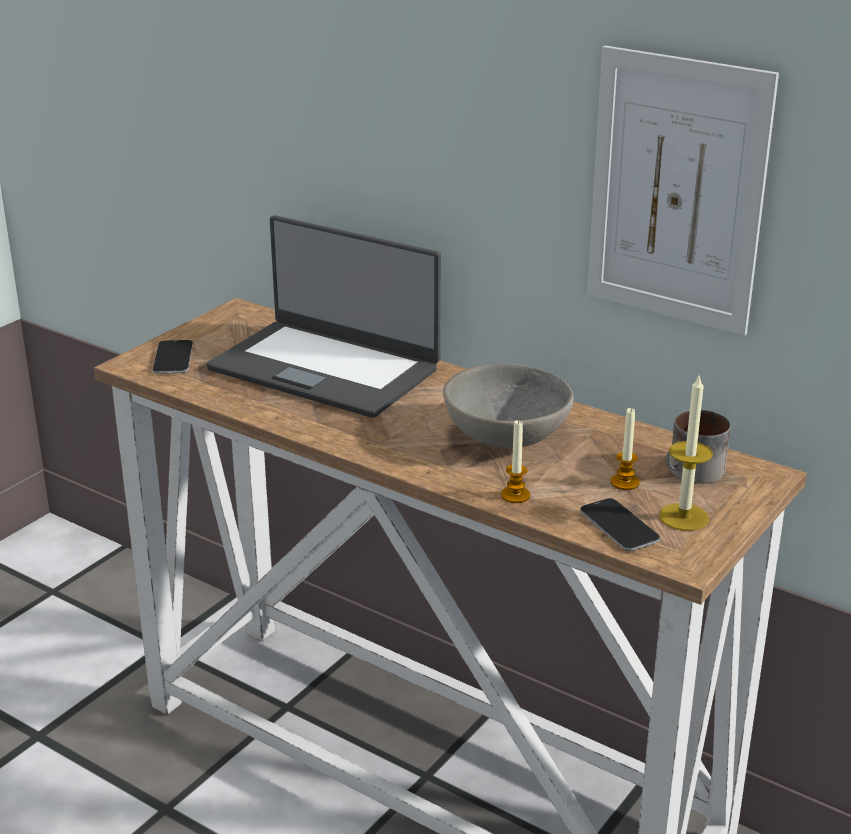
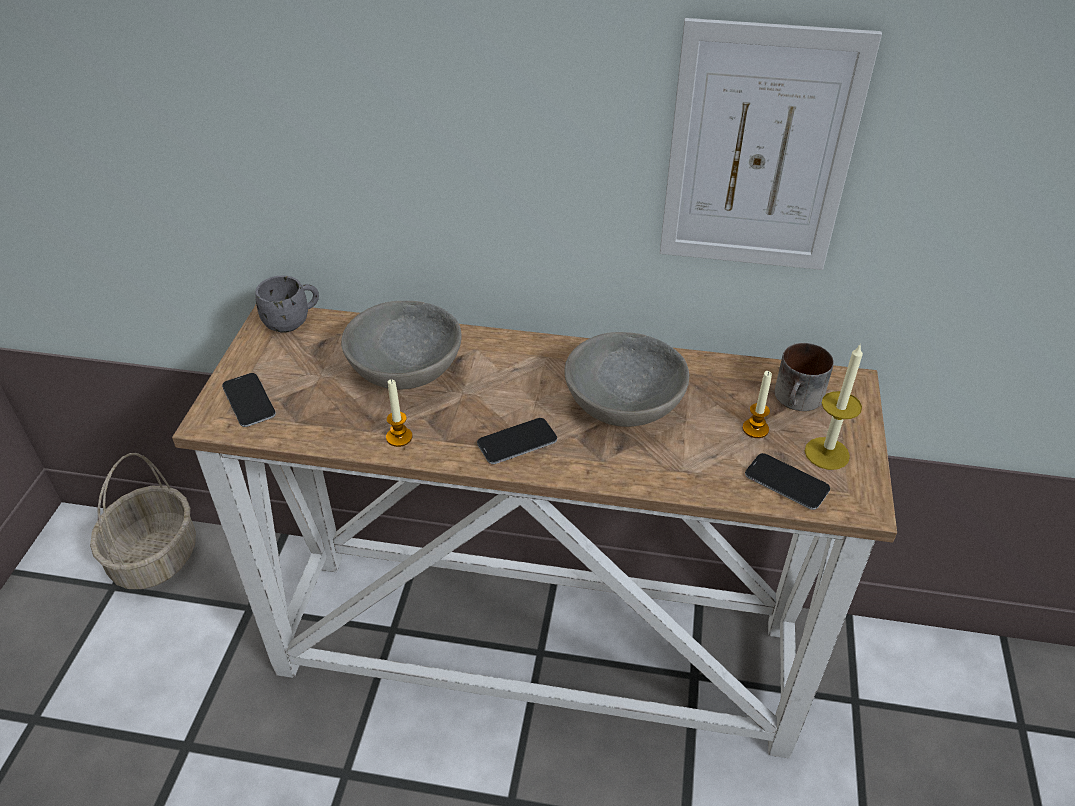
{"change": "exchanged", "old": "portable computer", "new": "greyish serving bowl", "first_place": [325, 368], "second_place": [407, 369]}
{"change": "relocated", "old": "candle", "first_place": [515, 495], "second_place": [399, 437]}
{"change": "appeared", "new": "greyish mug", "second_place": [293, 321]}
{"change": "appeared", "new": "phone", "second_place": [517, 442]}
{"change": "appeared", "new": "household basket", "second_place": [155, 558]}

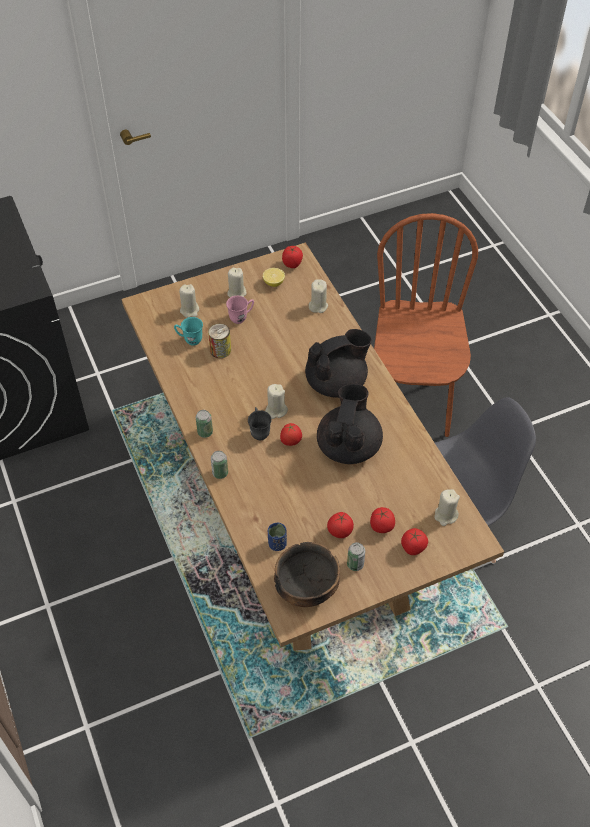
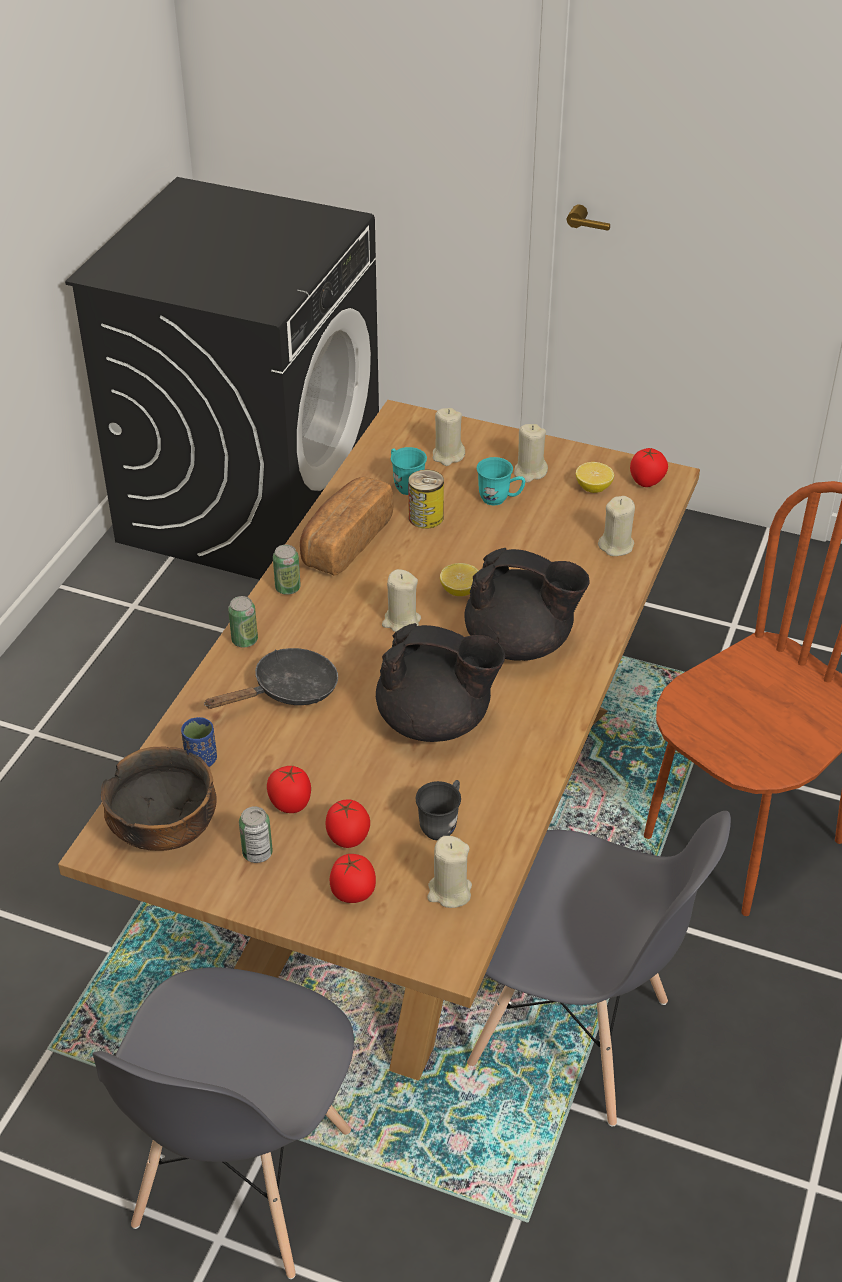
{"change": "colour", "old": "pink-coloured mug", "new": "turquoise-coloured mug", "first_place": [241, 317], "second_place": [500, 499]}
{"change": "spun", "old": "blackish tea pot", "first_place": [348, 446], "second_place": [435, 721], "degrees": 45}
{"change": "relocated", "old": "greyish mug", "first_place": [259, 431], "second_place": [442, 824]}
{"change": "missing", "old": "whole tomato", "first_place": [291, 442]}
{"change": "appeared", "new": "baked bread", "second_place": [345, 542]}
{"change": "appeared", "new": "whole lemon", "second_place": [460, 591]}
{"change": "appeared", "new": "blackish skillet", "second_place": [288, 691]}
{"change": "appeared", "new": "greyish plain chair", "second_place": [242, 1180]}

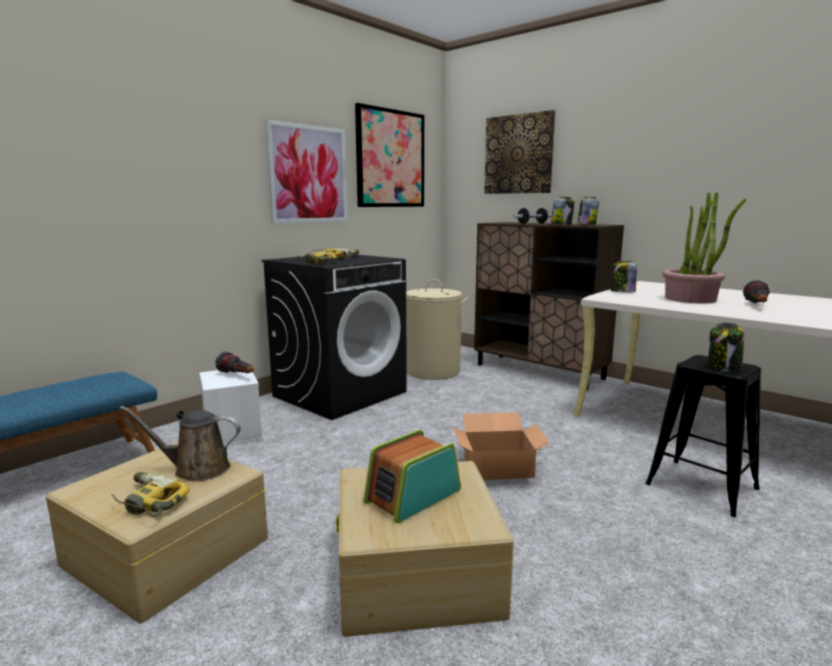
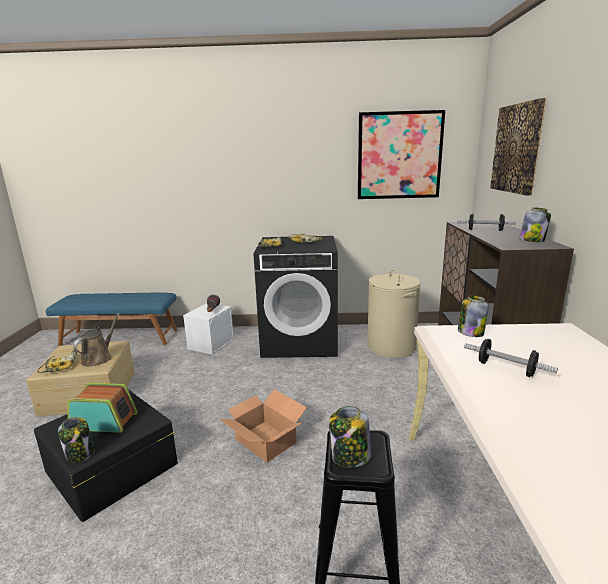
{"change": "missing", "old": "wall art", "first_place": [309, 174]}
{"change": "exchanged", "old": "potted plant", "new": "dumbbell", "first_place": [691, 299], "second_place": [506, 369]}
{"change": "relocated", "old": "storage jar", "first_place": [561, 224], "second_place": [80, 454]}
{"change": "missing", "old": "flashlight", "first_place": [757, 306]}
{"change": "spun", "old": "brown-coloured sprinkling can", "first_place": [196, 469], "second_place": [98, 358], "degrees": 60}
{"change": "colour", "old": "beige-coloured storage box", "new": "blackish storage box", "first_place": [416, 573], "second_place": [110, 467]}

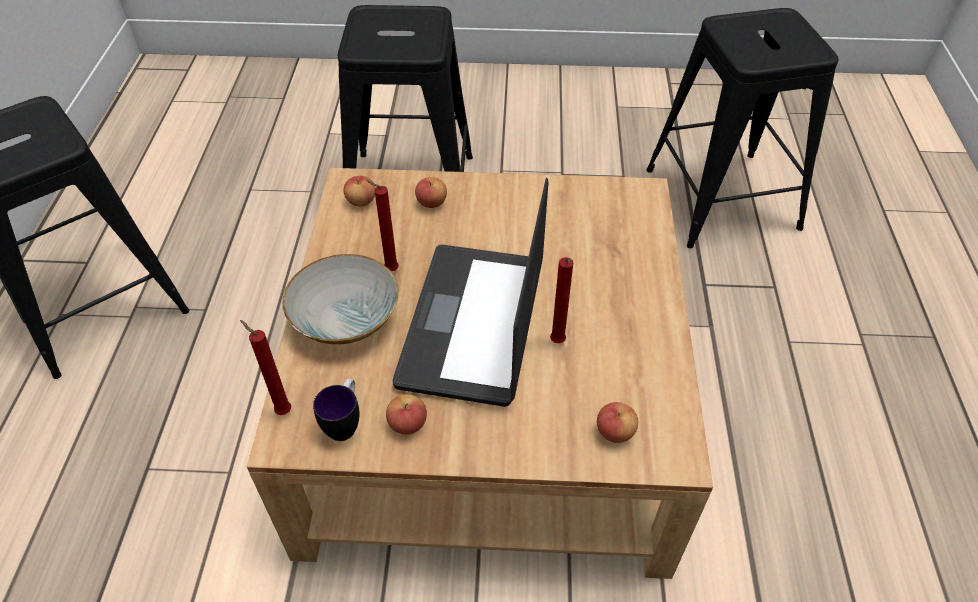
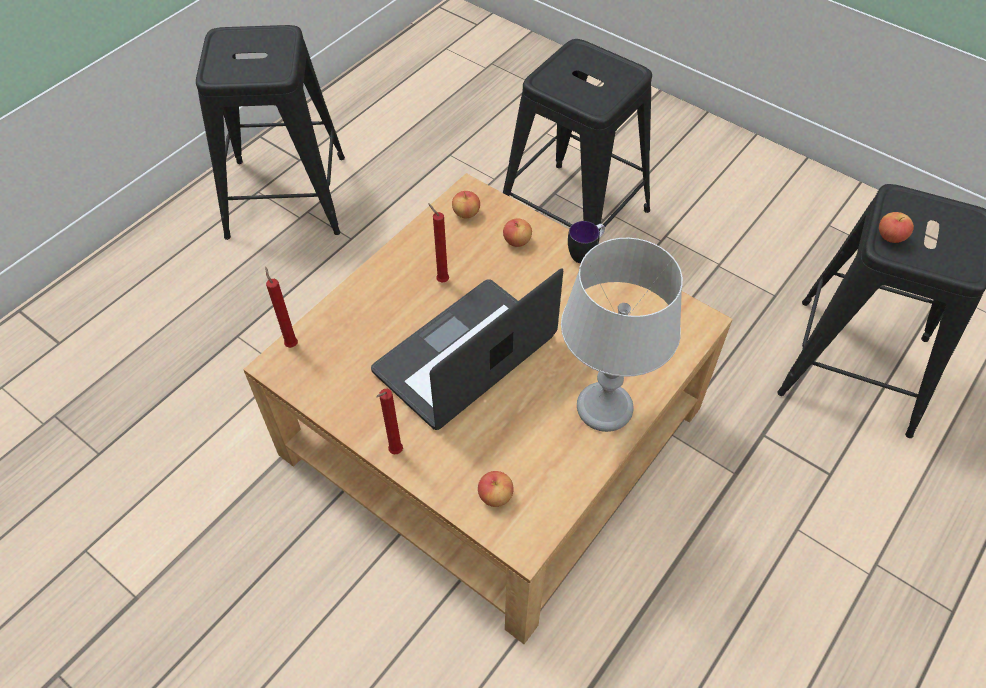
{"change": "missing", "old": "serving bowl", "first_place": [344, 319]}
{"change": "relocated", "old": "red candle", "first_place": [557, 343], "second_place": [394, 452]}
{"change": "relocated", "old": "mug", "first_place": [345, 423], "second_place": [585, 253]}
{"change": "relocated", "old": "whole apple", "first_place": [407, 424], "second_place": [890, 237]}
{"change": "appeared", "new": "greyish lamp for a table", "second_place": [605, 408]}

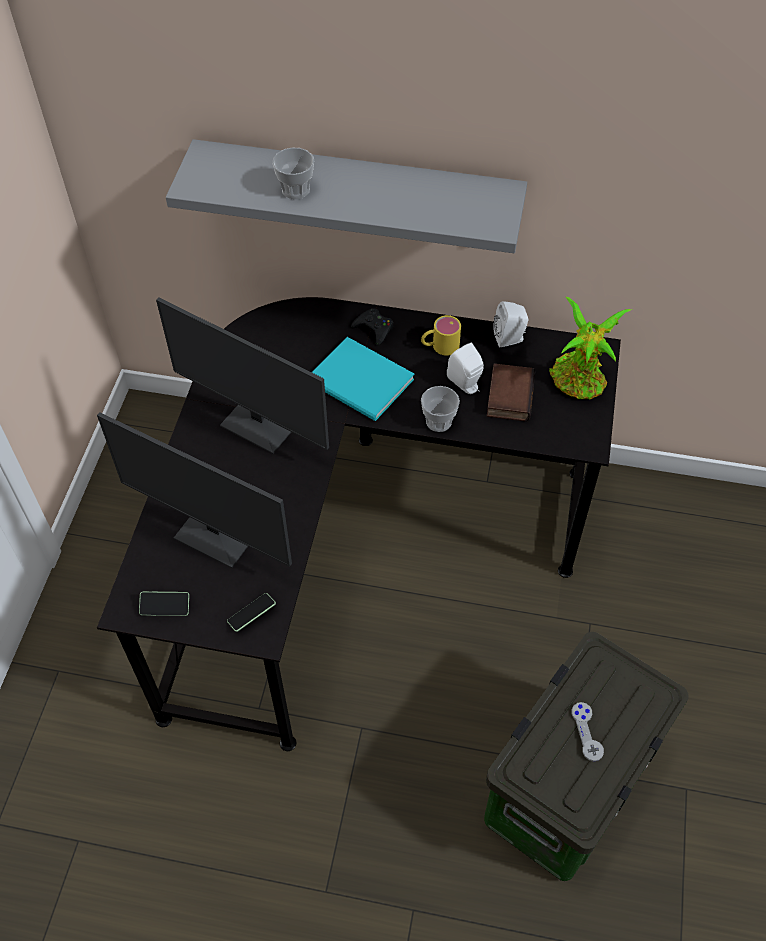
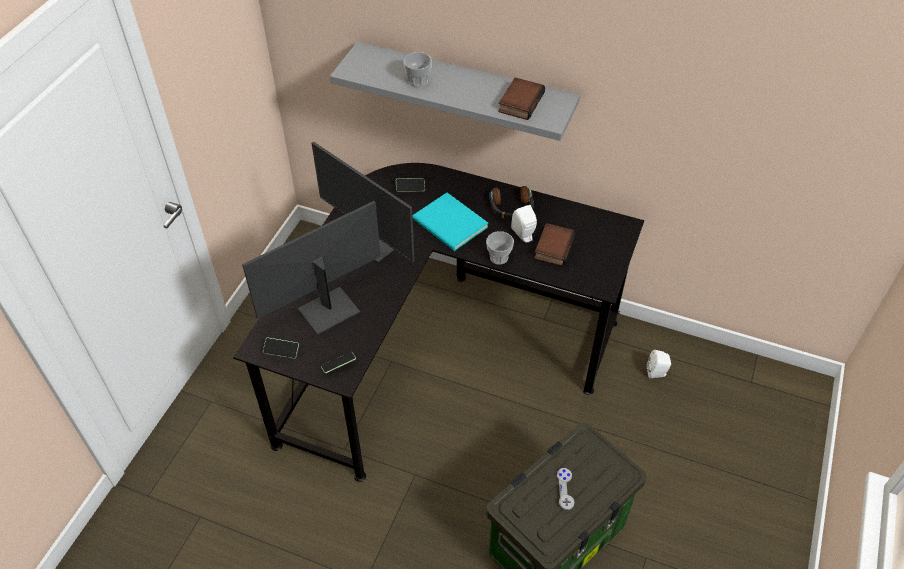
{"change": "missing", "old": "potted plant", "first_place": [579, 382]}
{"change": "relocated", "old": "white-coloured speaker", "first_place": [510, 339], "second_place": [657, 373]}
{"change": "missing", "old": "blackish game controller", "first_place": [374, 329]}
{"change": "exchanged", "old": "yellow mug", "new": "headset", "first_place": [439, 346], "second_place": [511, 207]}
{"change": "spun", "old": "computer display", "first_place": [217, 534], "second_place": [327, 309], "degrees": 105}
{"change": "appeared", "new": "volume", "second_place": [520, 102]}
{"change": "appeared", "new": "phone", "second_place": [410, 188]}

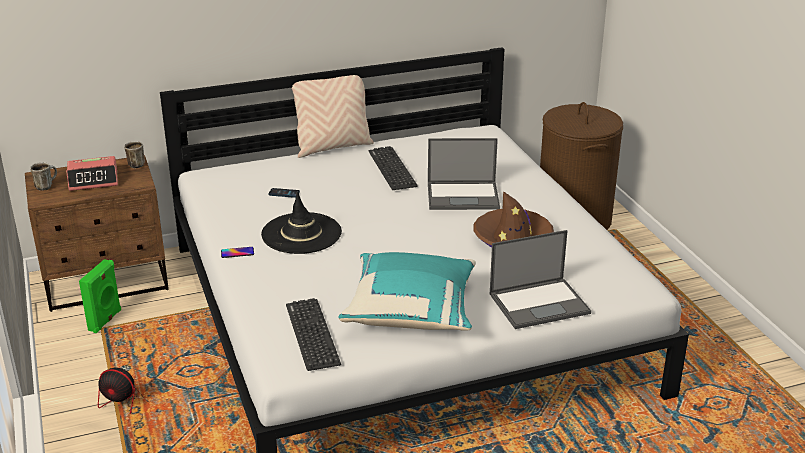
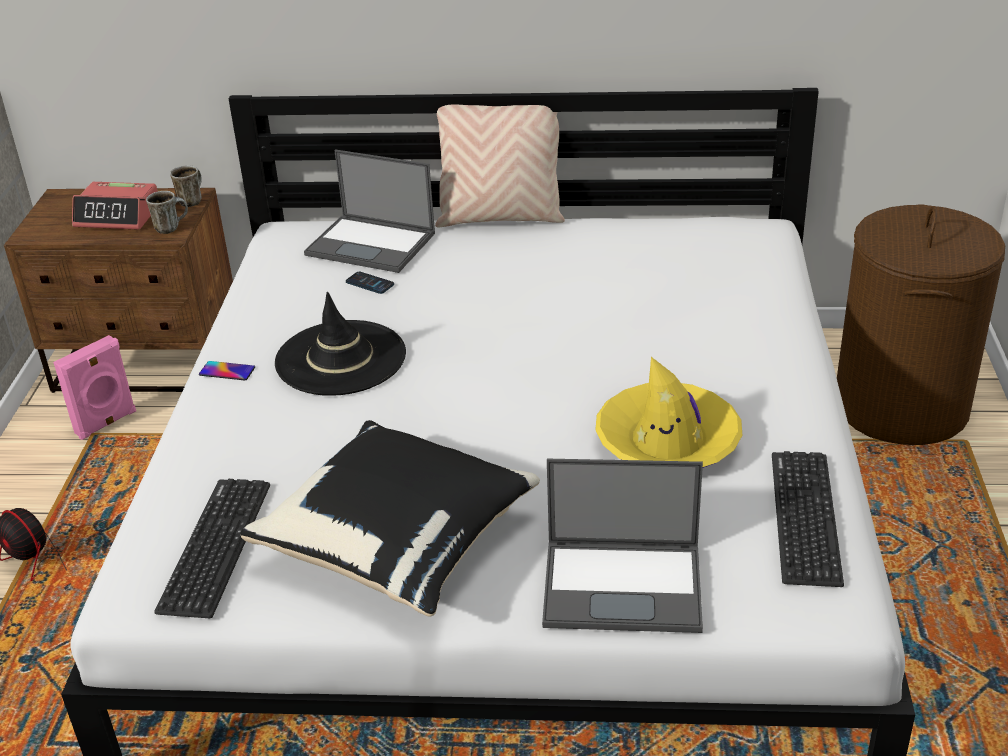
{"change": "relocated", "old": "portable computer", "first_place": [464, 196], "second_place": [372, 244]}
{"change": "relocated", "old": "PC keyboard", "first_place": [392, 169], "second_place": [805, 517]}
{"change": "relocated", "old": "mug", "first_place": [46, 186], "second_place": [171, 227]}
{"change": "colour", "old": "brown-coloured hat", "new": "yellow hat", "first_place": [512, 238], "second_place": [668, 441]}
{"change": "colour", "old": "turquoise-coloured cushion", "new": "blackish cushion", "first_place": [411, 311], "second_place": [400, 543]}
{"change": "colour", "old": "green-coloured speaker", "new": "pink-coloured speaker", "first_place": [106, 320], "second_place": [106, 423]}

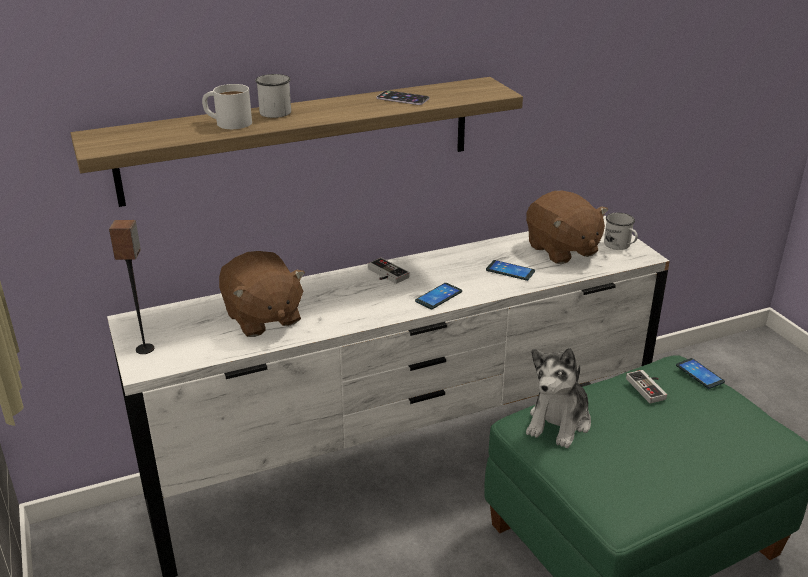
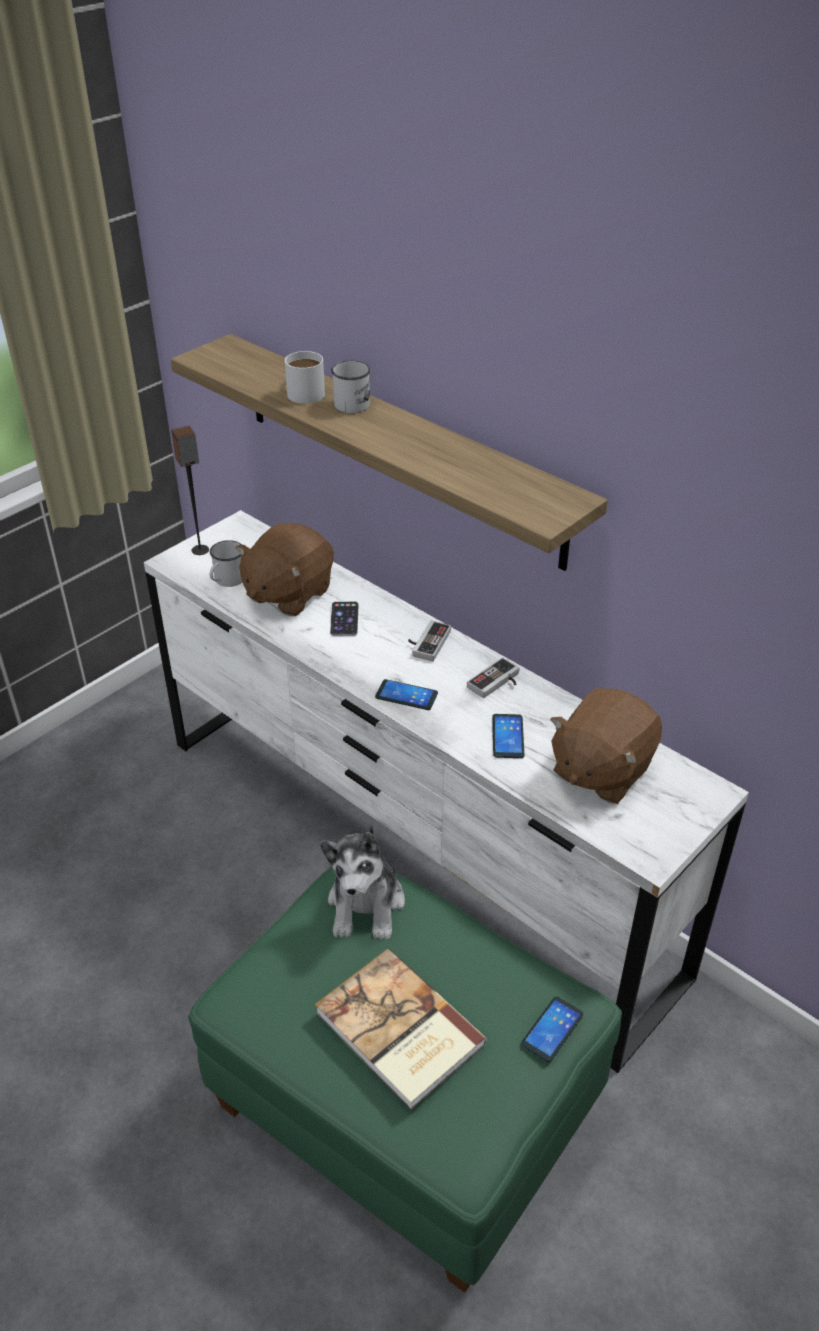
{"change": "relocated", "old": "phone", "first_place": [403, 98], "second_place": [344, 619]}
{"change": "relocated", "old": "white-coloured mug", "first_place": [620, 246], "second_place": [227, 580]}
{"change": "spun", "old": "cuddly toy", "first_place": [559, 422], "second_place": [366, 904], "degrees": -90}
{"change": "relocated", "old": "game controller", "first_place": [649, 388], "second_place": [497, 683]}
{"change": "appeared", "new": "volume", "second_place": [398, 1031]}

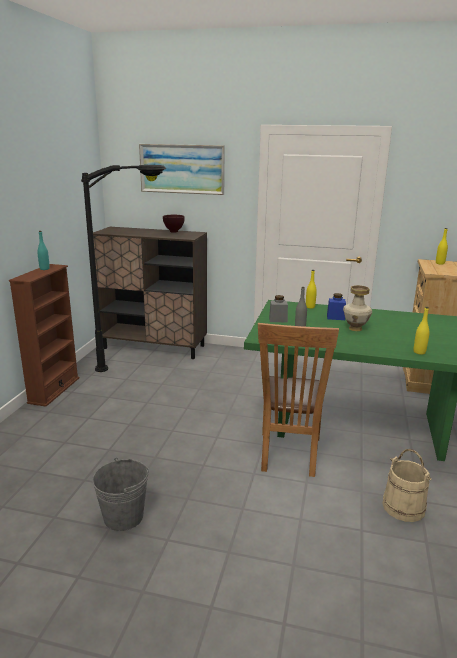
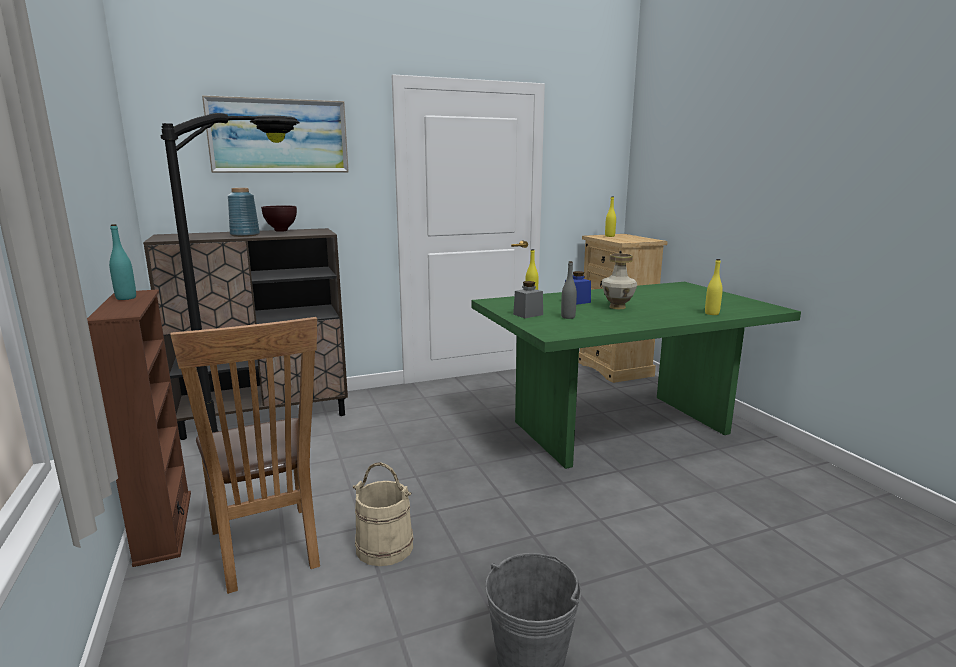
{"change": "relocated", "old": "brown-coloured plain chair", "first_place": [288, 456], "second_place": [268, 551]}
{"change": "relocated", "old": "beige-coloured pail", "first_place": [403, 507], "second_place": [385, 547]}
{"change": "appeared", "new": "blue decorative vase", "second_place": [244, 235]}

